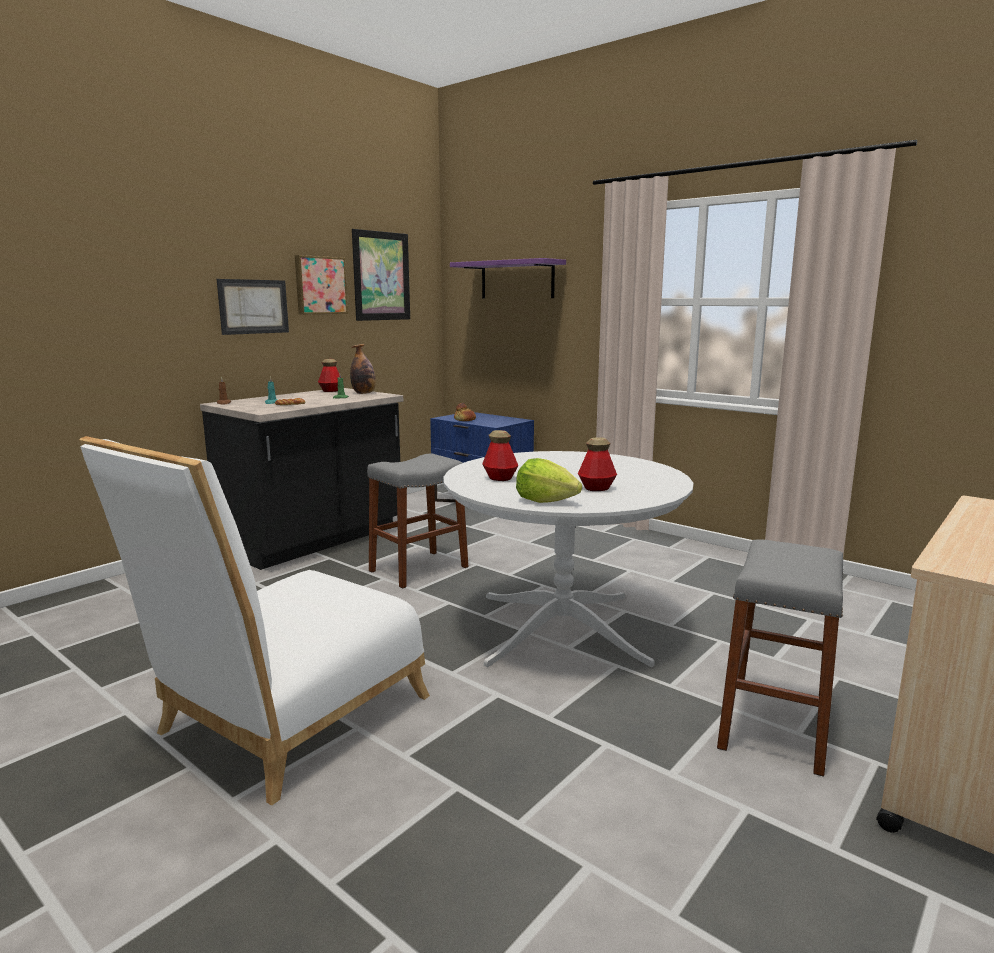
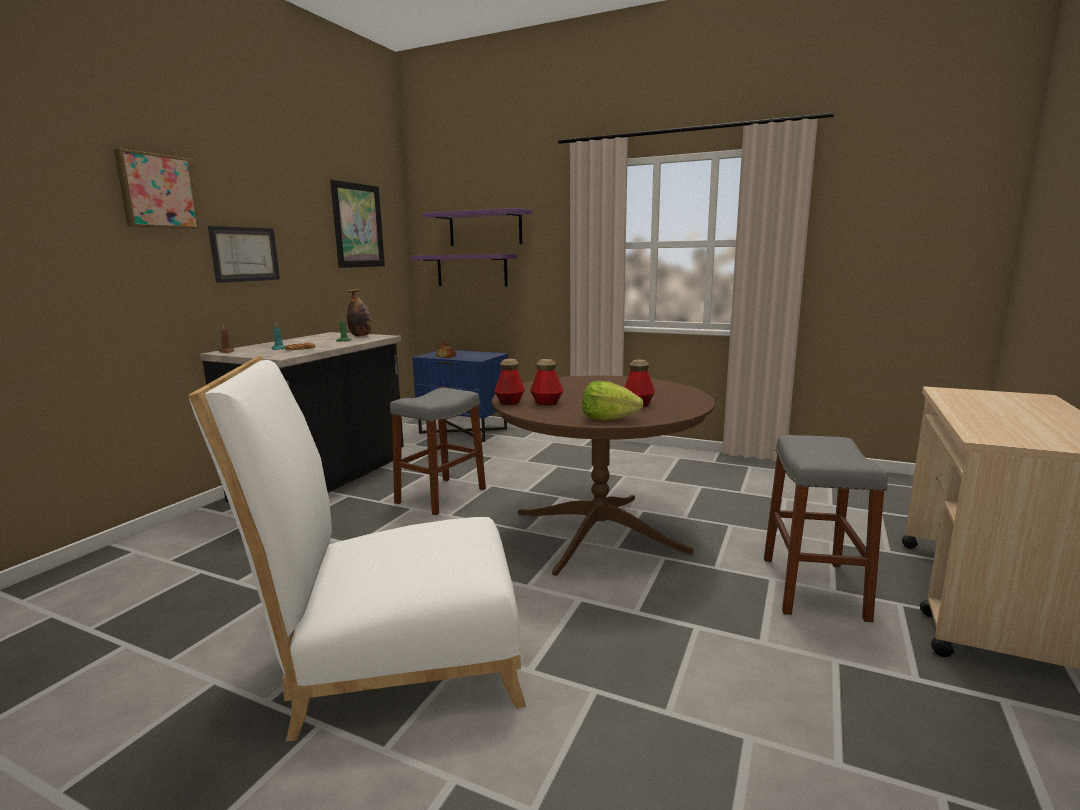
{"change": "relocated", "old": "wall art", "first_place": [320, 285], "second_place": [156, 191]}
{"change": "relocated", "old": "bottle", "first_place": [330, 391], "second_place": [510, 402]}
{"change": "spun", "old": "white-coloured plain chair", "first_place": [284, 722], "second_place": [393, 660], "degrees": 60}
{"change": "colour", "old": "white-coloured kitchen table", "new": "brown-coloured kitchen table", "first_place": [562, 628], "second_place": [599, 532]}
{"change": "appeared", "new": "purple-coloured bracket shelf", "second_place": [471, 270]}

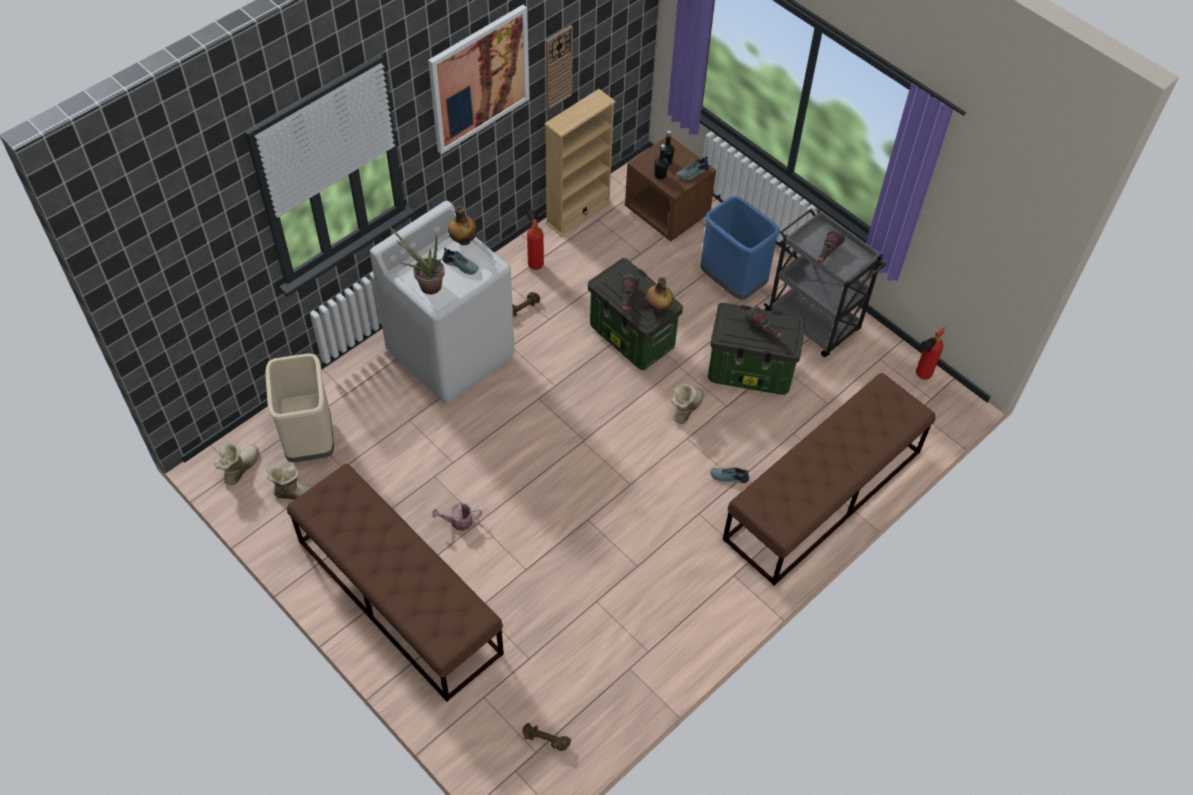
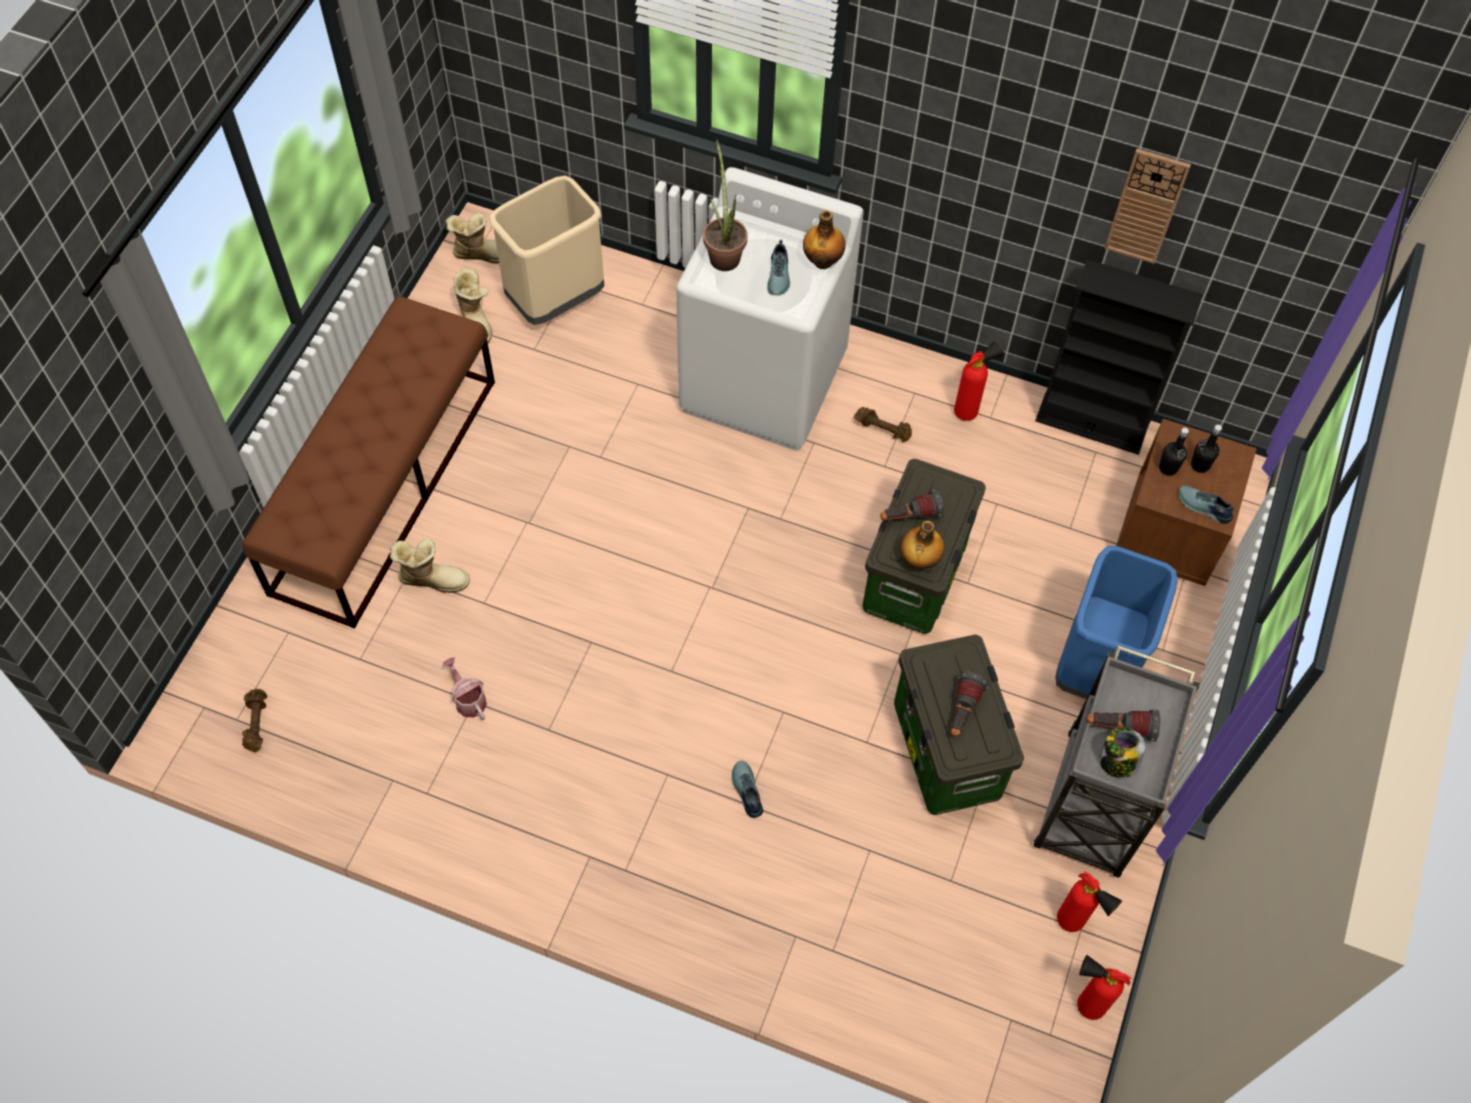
{"change": "missing", "old": "wall art", "first_place": [479, 79]}
{"change": "colour", "old": "beige-coloured bookshelf", "new": "blackish bookshelf", "first_place": [578, 212], "second_place": [1091, 424]}
{"change": "missing", "old": "brown-coloured long seat", "first_place": [823, 495]}
{"change": "relocated", "old": "high-top boot", "first_place": [685, 409], "second_place": [432, 578]}
{"change": "relocated", "old": "sprinkling can", "first_place": [458, 521], "second_place": [468, 699]}
{"change": "appeared", "new": "storage jar", "second_place": [1117, 762]}
{"change": "appeared", "new": "extinguisher", "second_place": [1075, 924]}

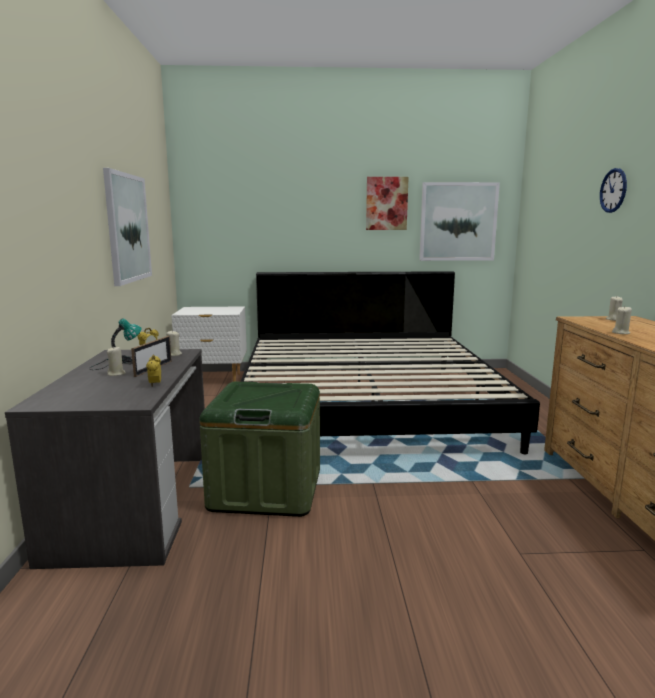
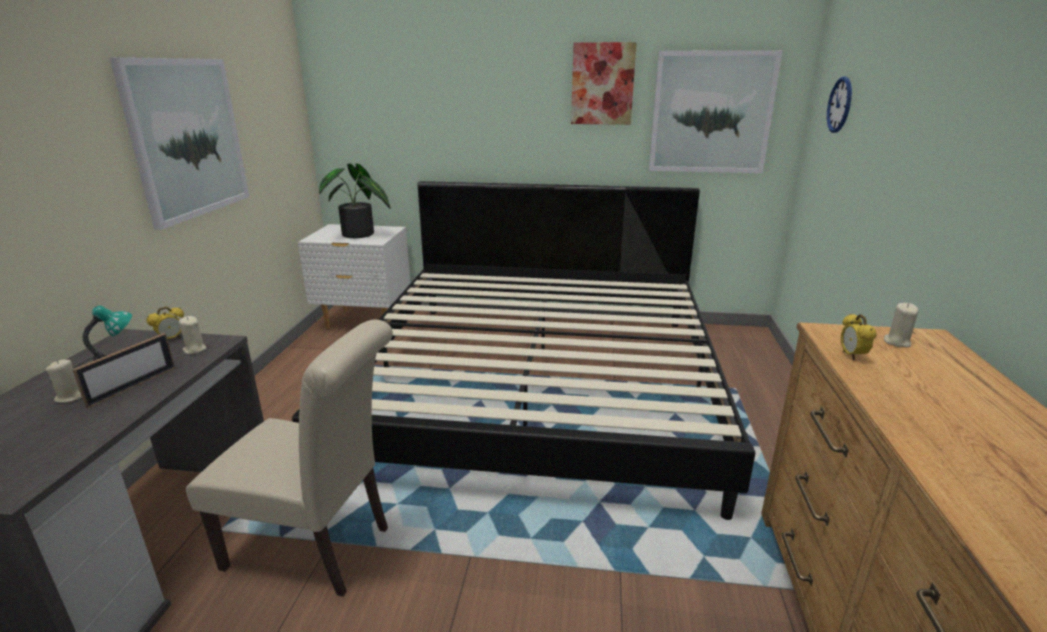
{"change": "relocated", "old": "clock on the wall", "first_place": [613, 190], "second_place": [839, 105]}
{"change": "missing", "old": "beige-coloured candle", "first_place": [620, 333]}
{"change": "relocated", "old": "alarm clock", "first_place": [155, 384], "second_place": [851, 356]}
{"change": "exchanged", "old": "green-coloured storage box", "new": "beige-coloured plain chair", "first_place": [266, 489], "second_place": [317, 549]}
{"change": "appeared", "new": "potted plant", "second_place": [359, 235]}

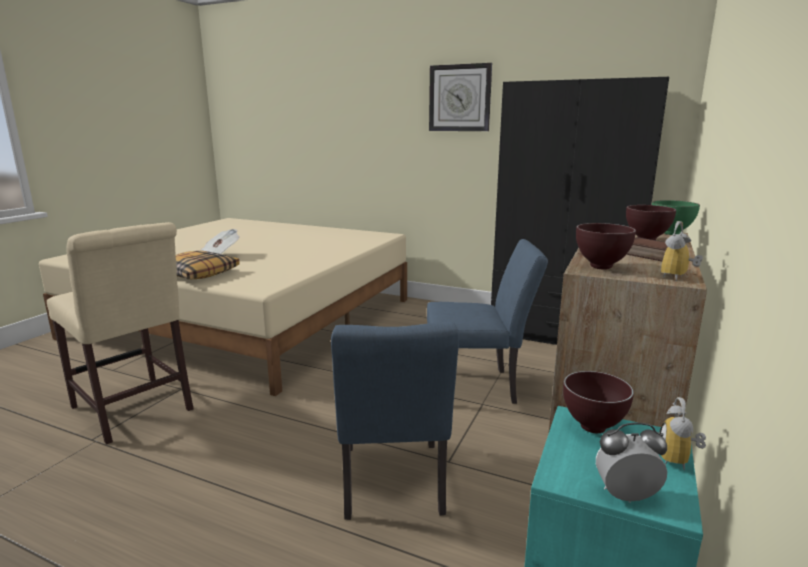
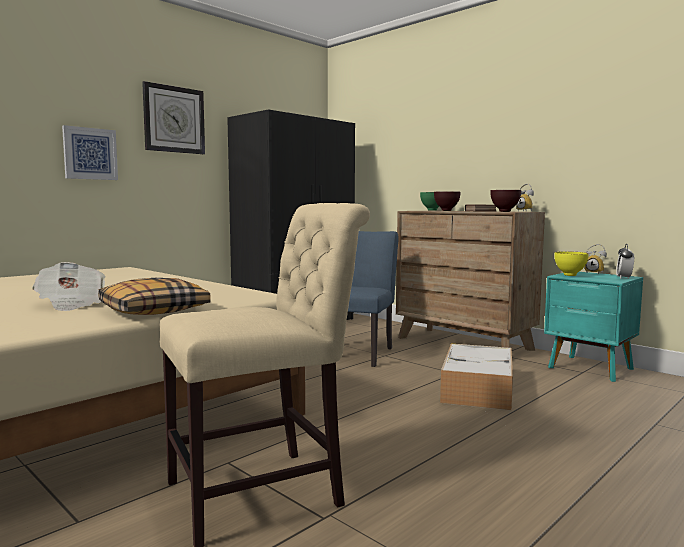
{"change": "exchanged", "old": "blue plain chair", "new": "storage box", "first_place": [392, 486], "second_place": [478, 389]}
{"change": "colour", "old": "brown-coloured serving bowl", "new": "yellow serving bowl", "first_place": [592, 427], "second_place": [569, 275]}
{"change": "appeared", "new": "wall art", "second_place": [90, 153]}

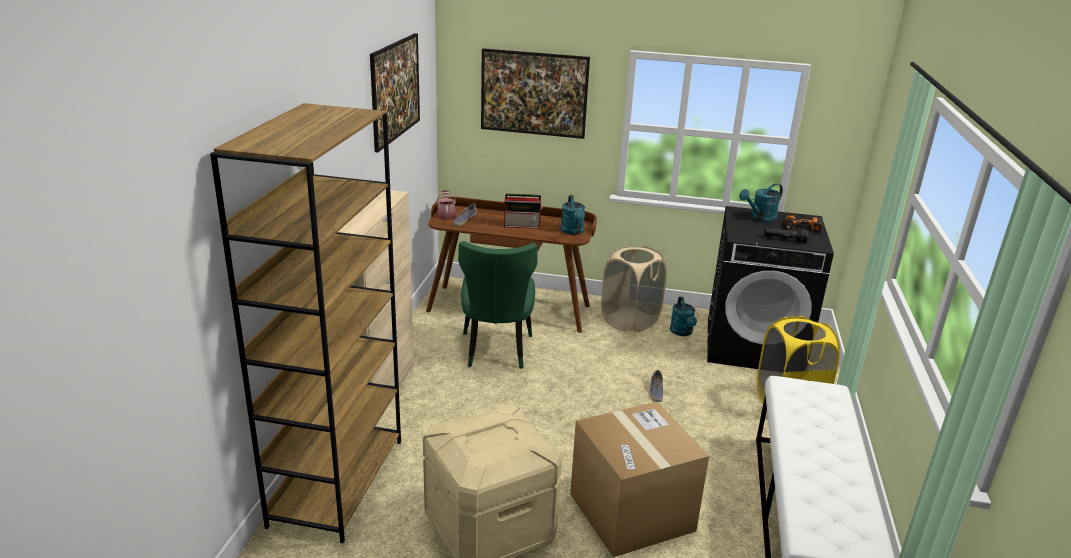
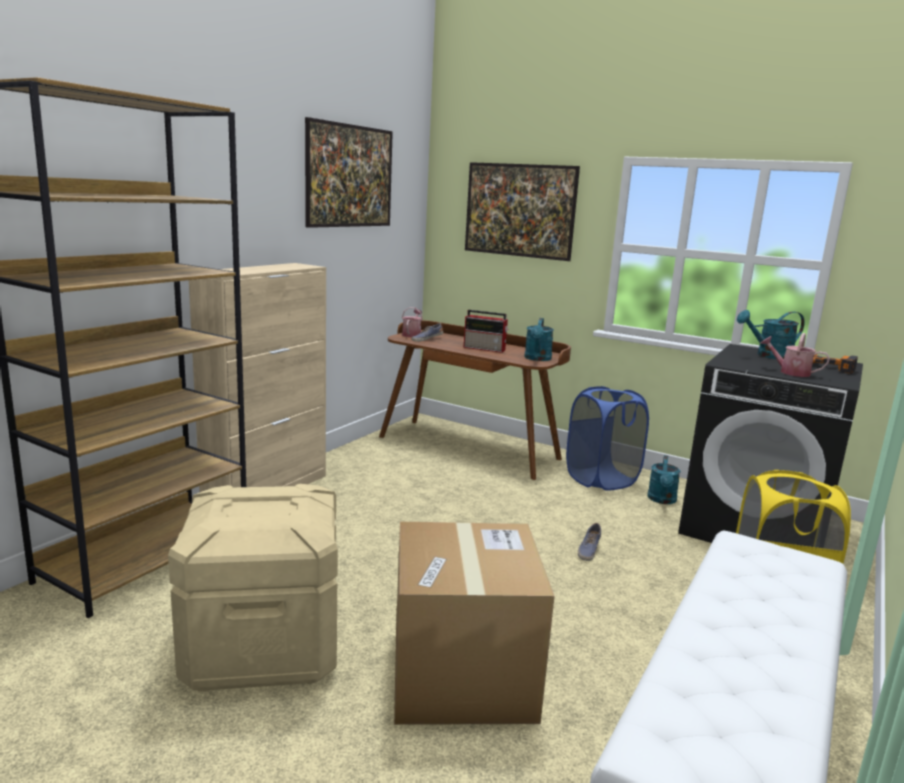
{"change": "exchanged", "old": "blackish flashlight", "new": "sprinkling can", "first_place": [784, 239], "second_place": [790, 372]}
{"change": "missing", "old": "green-coloured plain chair", "first_place": [496, 352]}
{"change": "colour", "old": "beige-coloured laundry basket", "new": "blue laundry basket", "first_place": [630, 321], "second_place": [601, 479]}

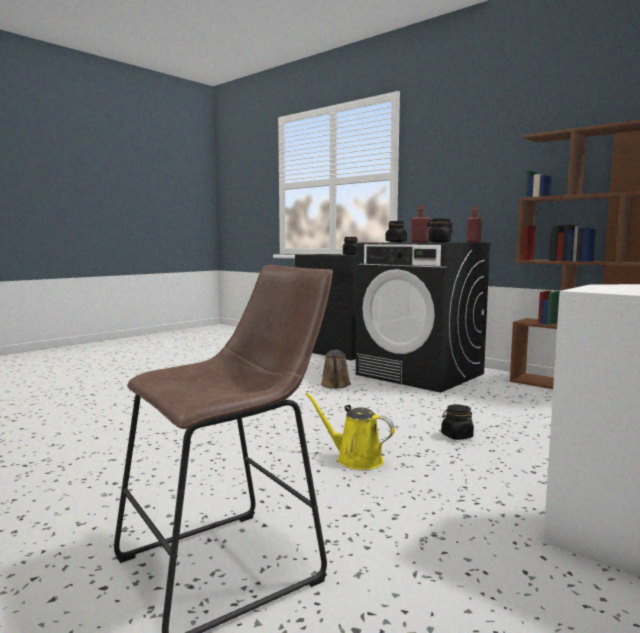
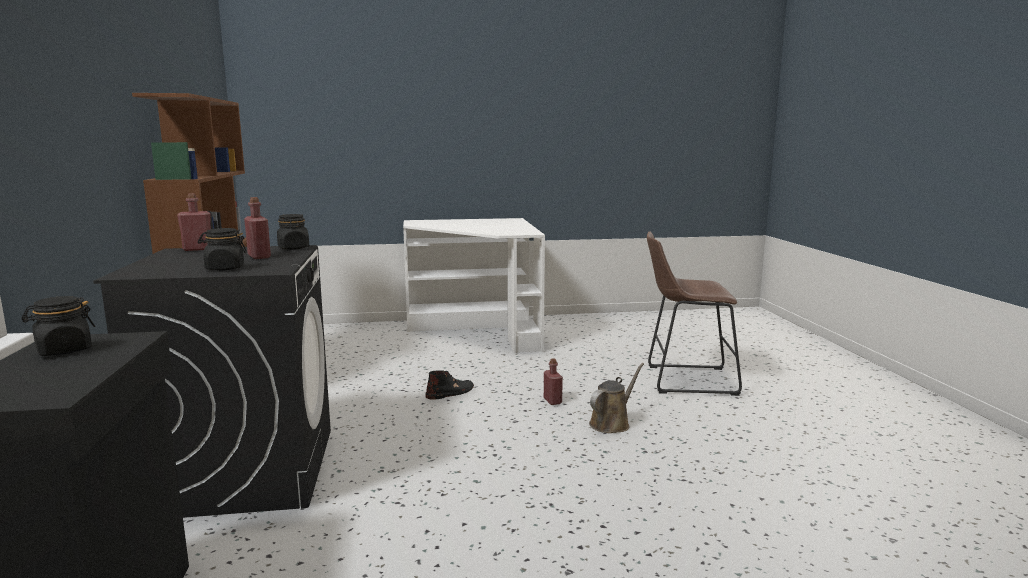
{"change": "relocated", "old": "brown-coloured sprinkling can", "first_place": [335, 385], "second_place": [612, 423]}
{"change": "exchanged", "old": "yellow sprinkling can", "new": "red bottle", "first_place": [355, 459], "second_place": [552, 401]}
{"change": "exchanged", "old": "blackish storage jar", "new": "blackish high-top boot", "first_place": [456, 436], "second_place": [451, 392]}

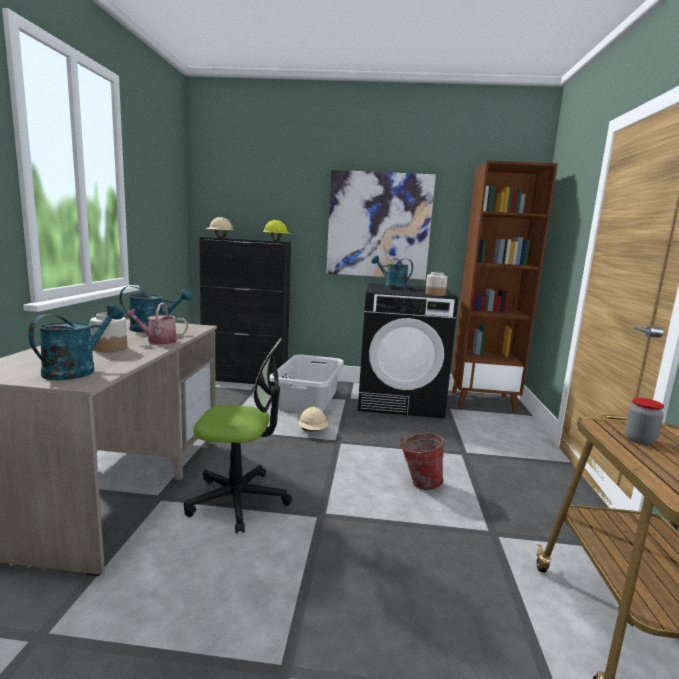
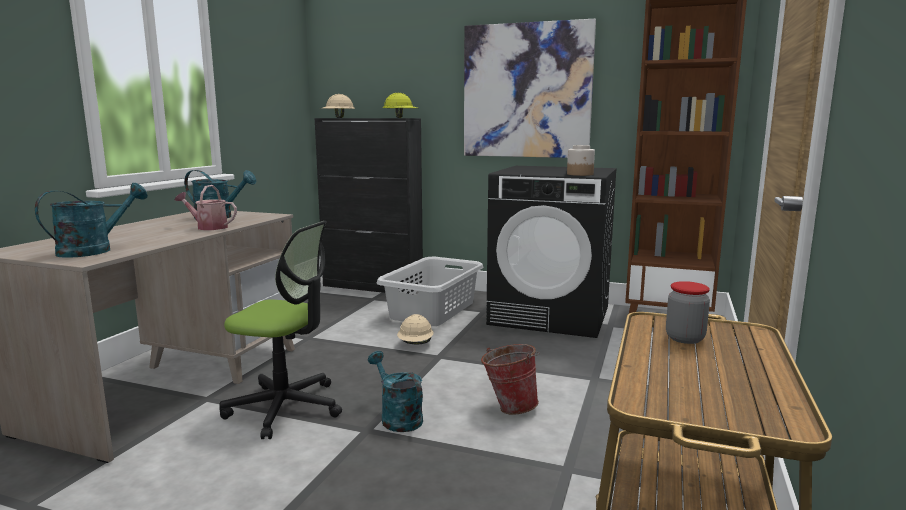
{"change": "relocated", "old": "turquoise-coloured sprinkling can", "first_place": [392, 287], "second_place": [397, 417]}
{"change": "missing", "old": "storage jar", "first_place": [109, 348]}

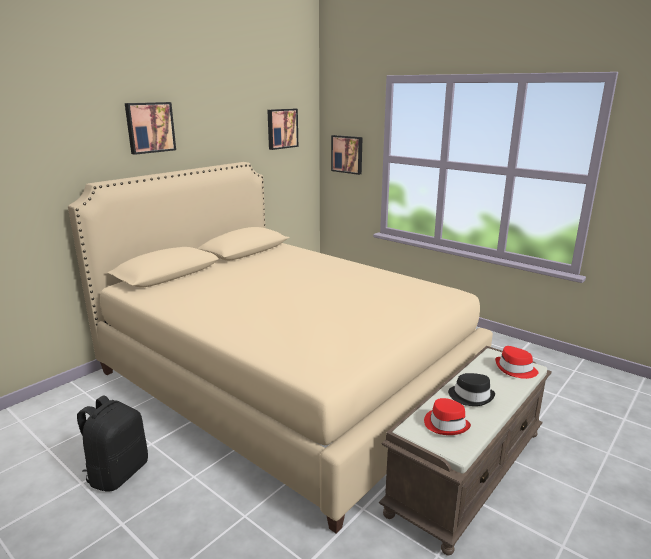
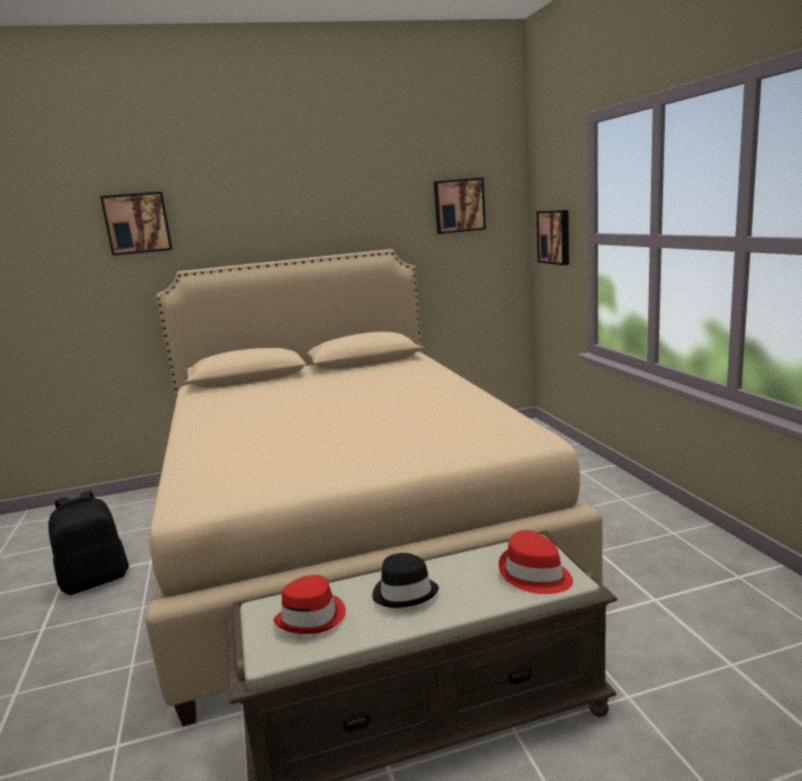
{"change": "relocated", "old": "wall art", "first_place": [150, 127], "second_place": [137, 223]}

